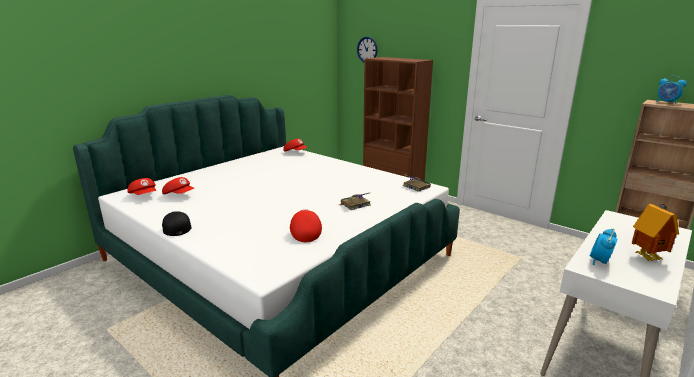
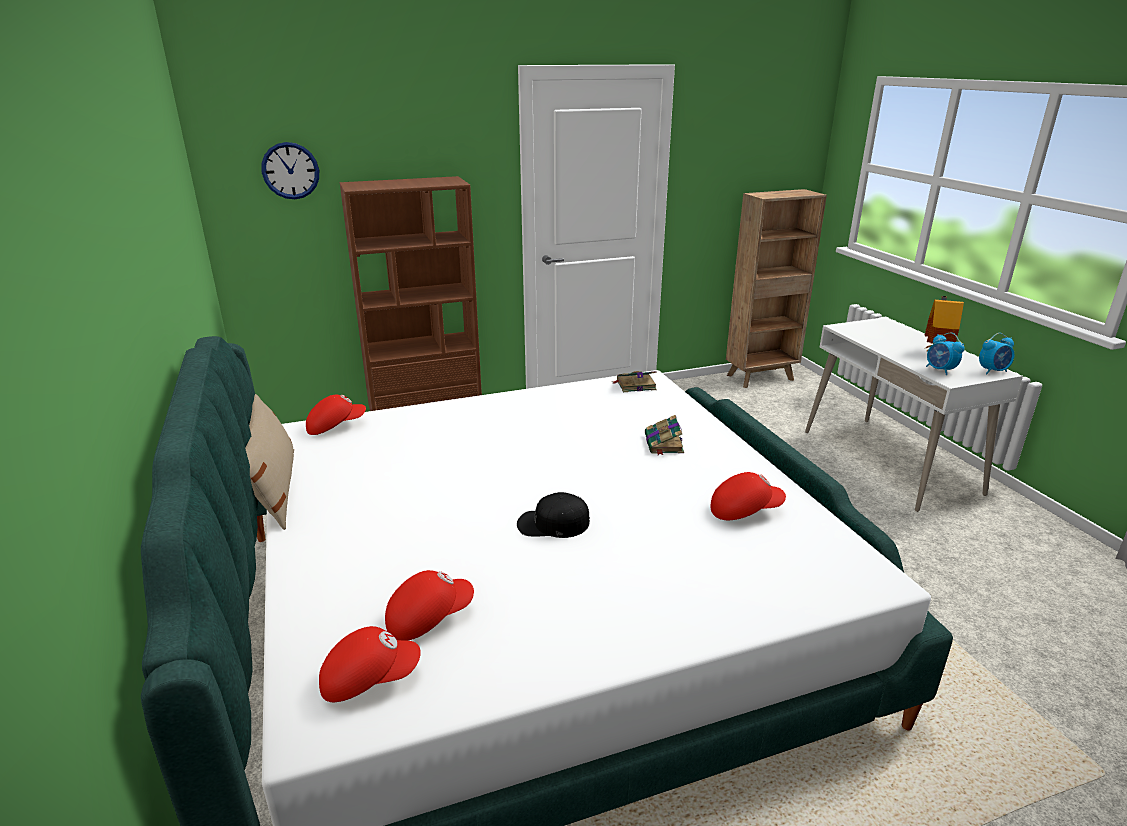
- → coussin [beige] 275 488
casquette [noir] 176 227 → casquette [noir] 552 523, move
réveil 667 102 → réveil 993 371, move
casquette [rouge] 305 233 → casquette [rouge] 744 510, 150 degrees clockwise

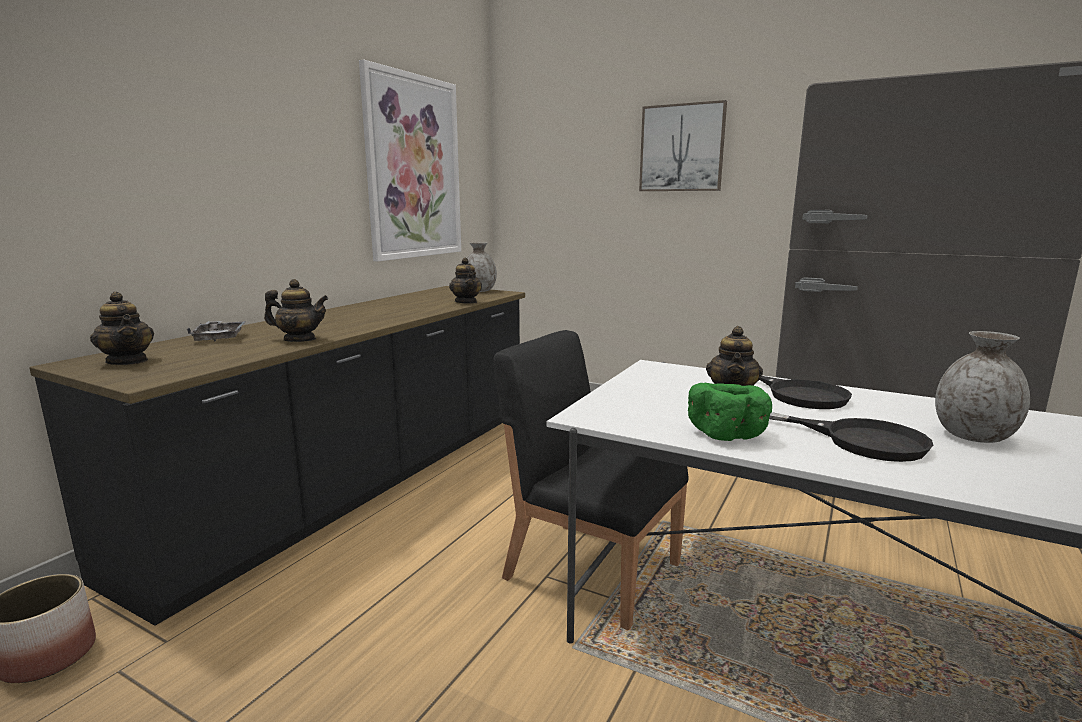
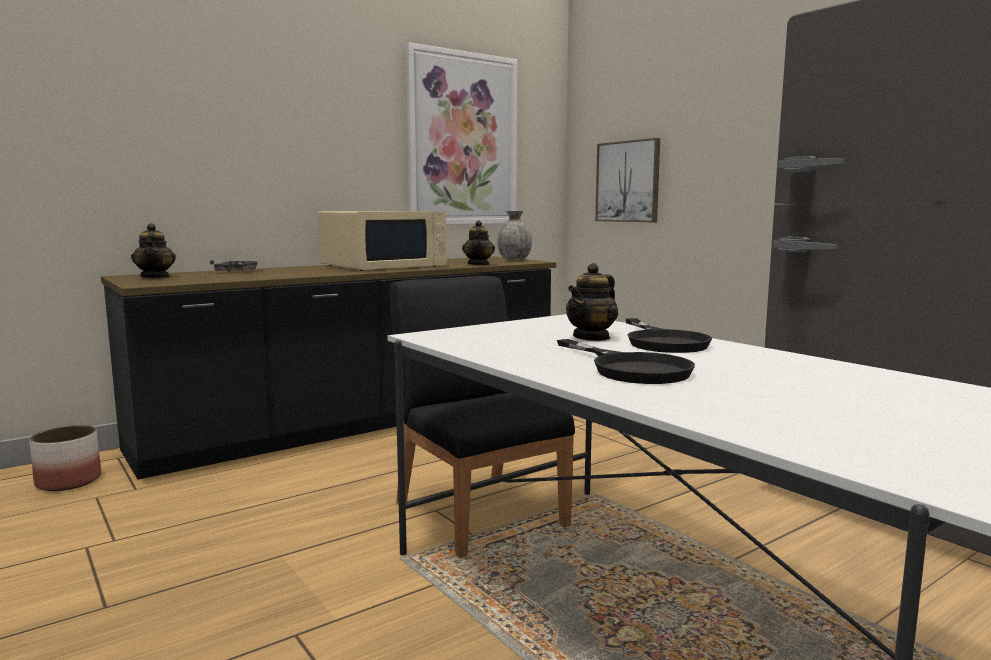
théière 300 340 → -
bol [vert] 727 434 → -
vase [gris] 973 437 → -
- → micro-ondes [beige] 384 266
tableau 682 148 → tableau 628 181, move

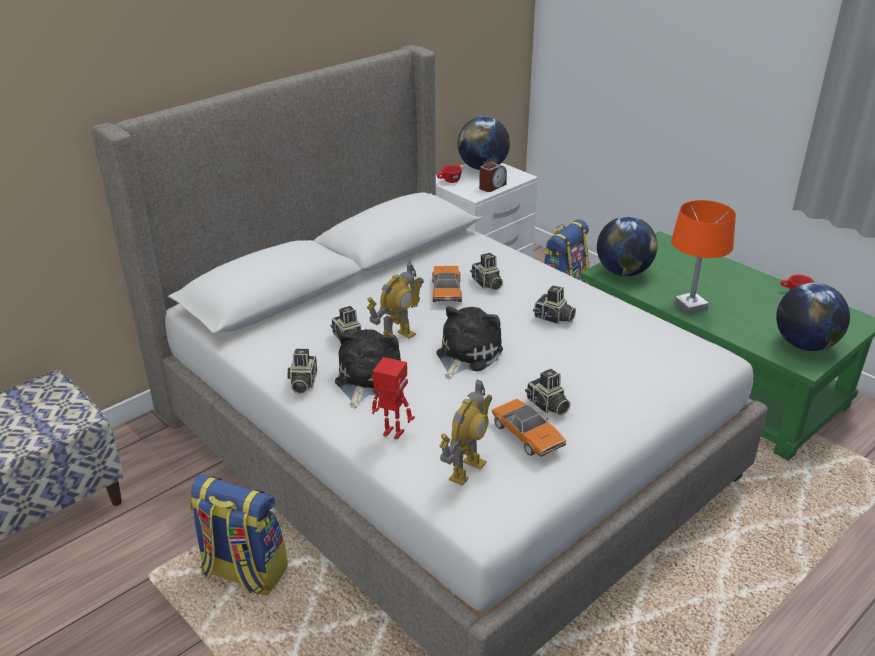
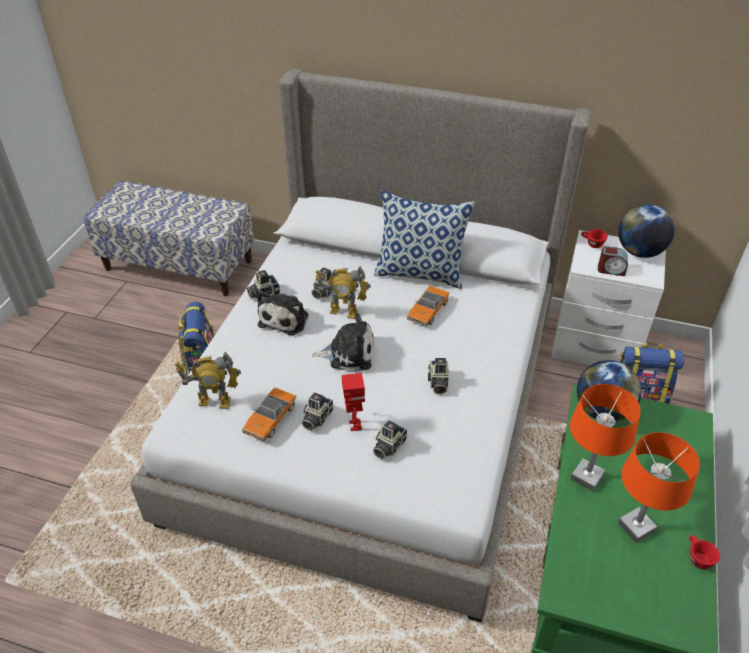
globe 804 345 → -
- → coussin 420 273
- → lampe de table [orange] 636 527
robot jouet 392 434 → robot jouet 354 425, move
appareil photo 486 284 → appareil photo 388 446, move
peluche 366 379 → peluche 285 318, 120 degrees clockwise
petite voiture 446 290 → petite voiture 428 311, 150 degrees clockwise

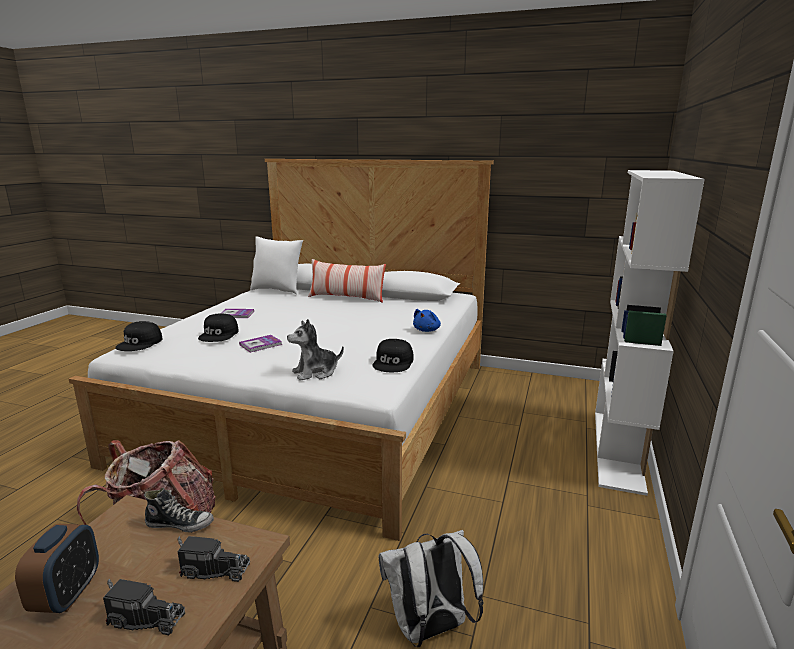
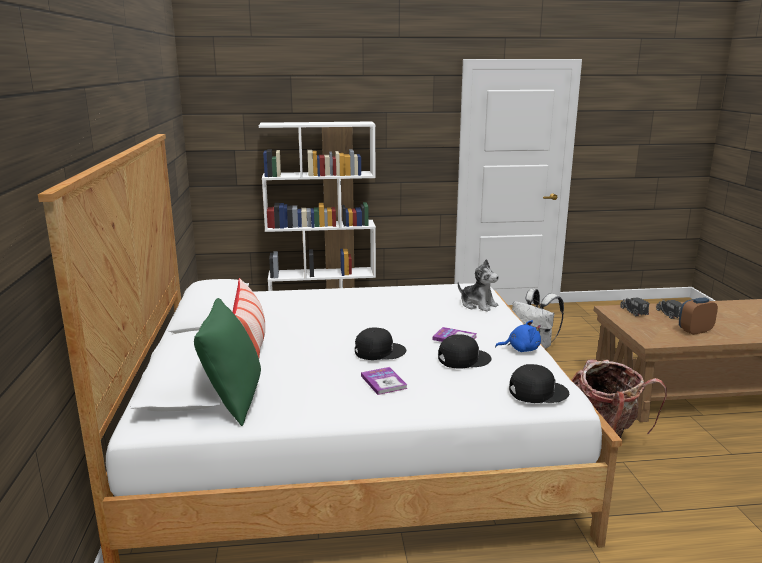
chaussure 180 524 → -
casquette [noir] 394 363 → casquette [noir] 379 351, move
peluche [bleu] 427 330 → peluche [bleu] 521 349, move
coussin [blanc] 277 290 → coussin [vert] 233 401

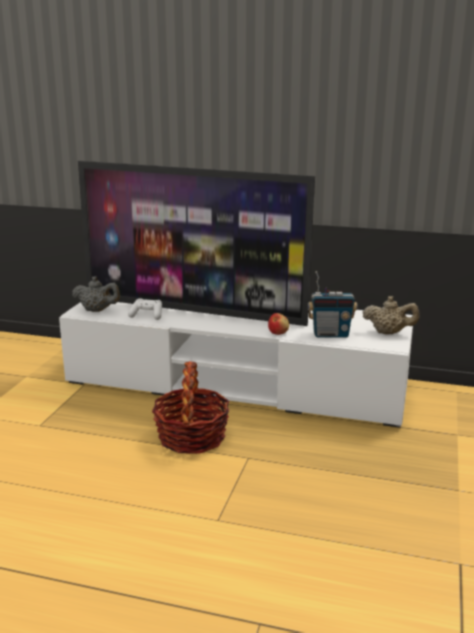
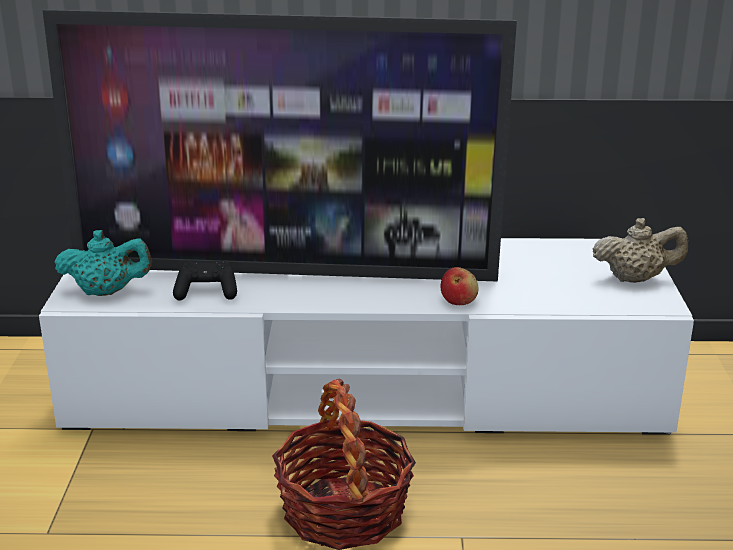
radio 330 334 → -
théière [gris] 97 310 → théière [turquoise] 107 292
manette [blanc] 147 315 → manette [noir] 206 292

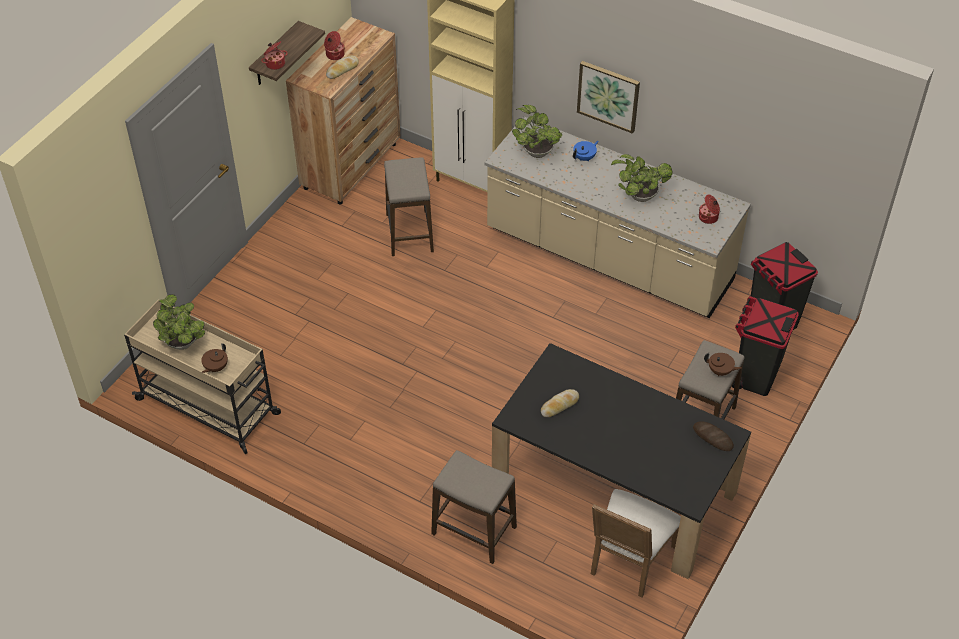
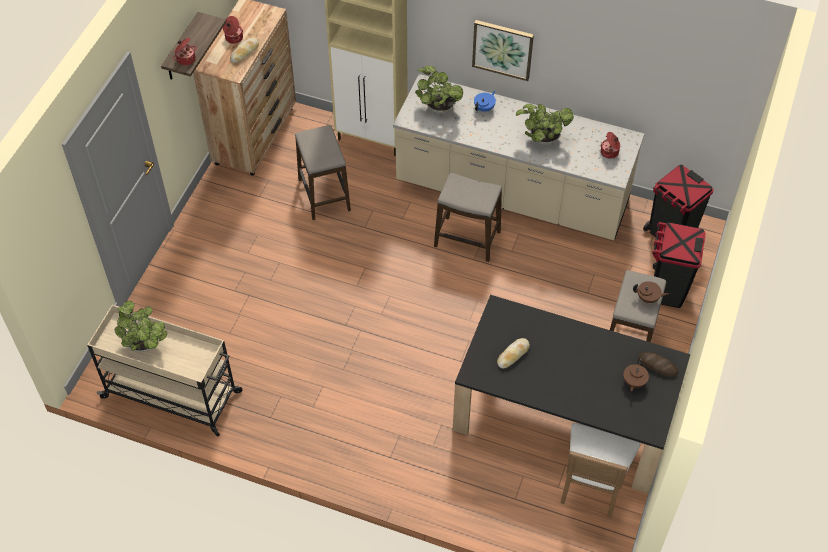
théière [marron] 215 367 → théière [marron] 633 382, move
tabouret 474 531 → tabouret 467 239, move

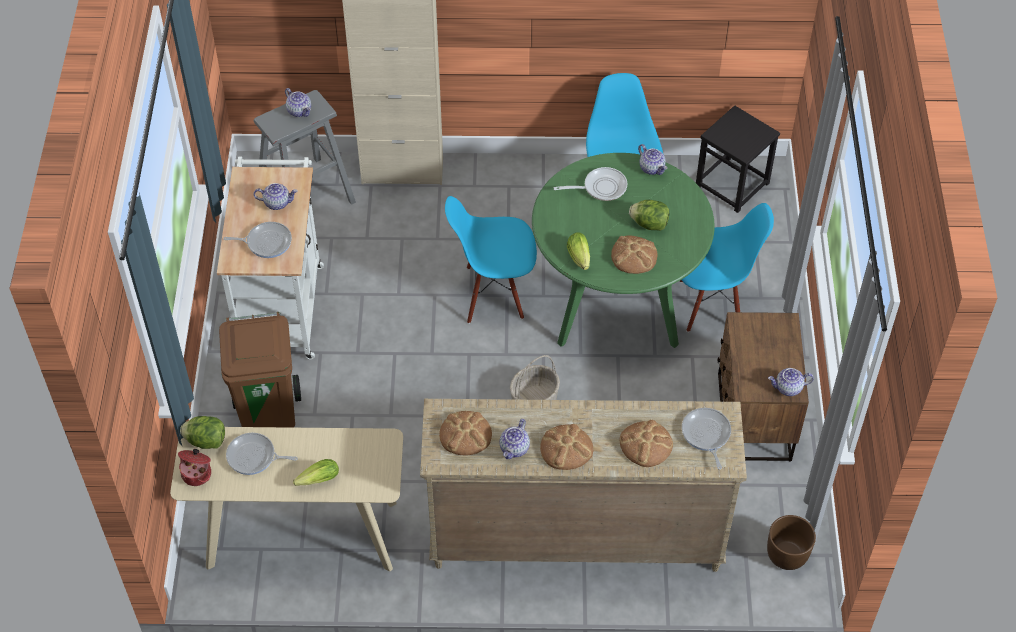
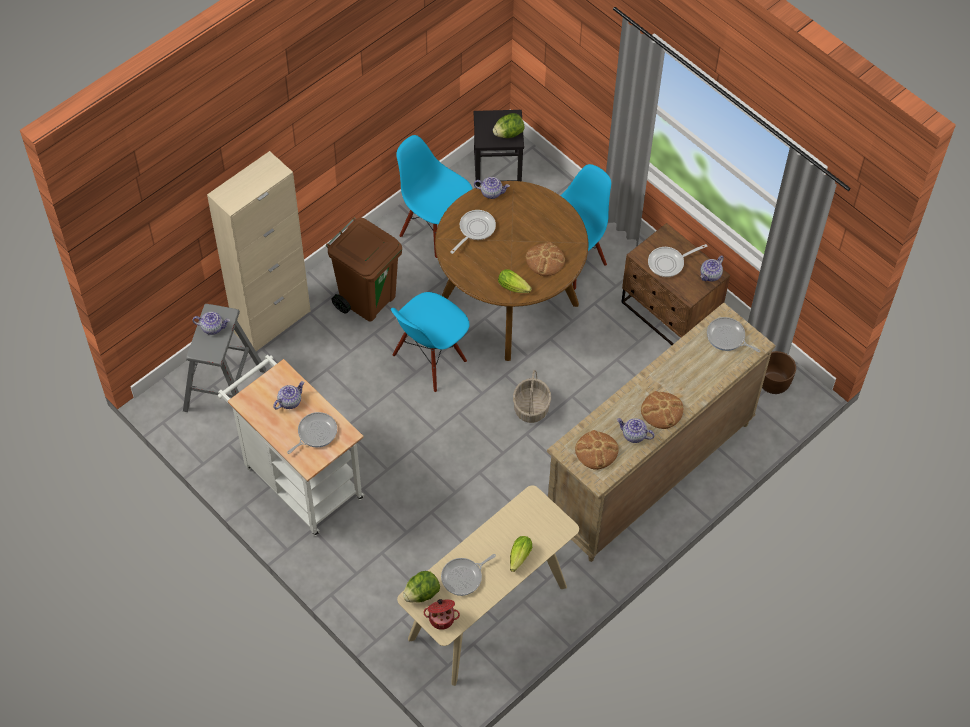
pain 645 444 → -
- → poêle 669 263
poubelle [marron] 269 412 → poubelle [marron] 368 299, move
laitue 649 224 → laitue 509 133, move
table à manger [vert] 616 298 → table à manger [marron] 509 302
théière 514 448 → théière 633 435, 135 degrees clockwise

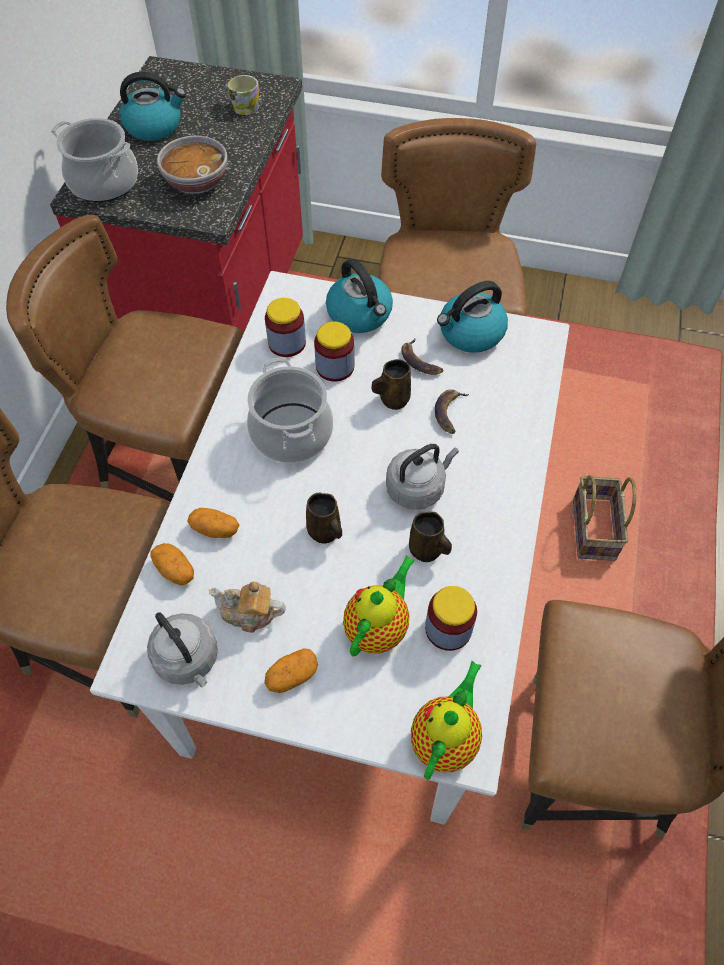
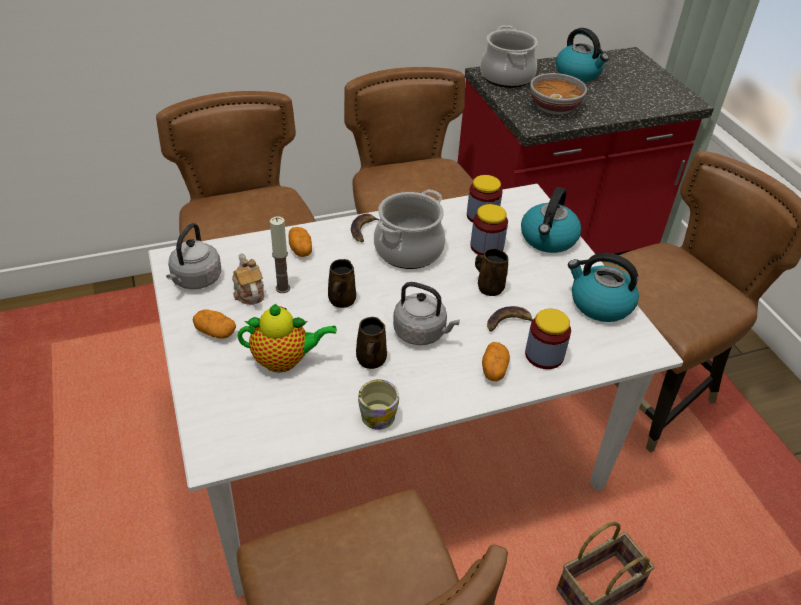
théière 445 738 → -
- → bougie 282 288
pomme de terre 175 570 → pomme de terre 494 369, move
mug 242 107 → mug 377 412, move
banane 420 361 → banane 364 230, move
bocal 448 629 → bocal 544 355, move

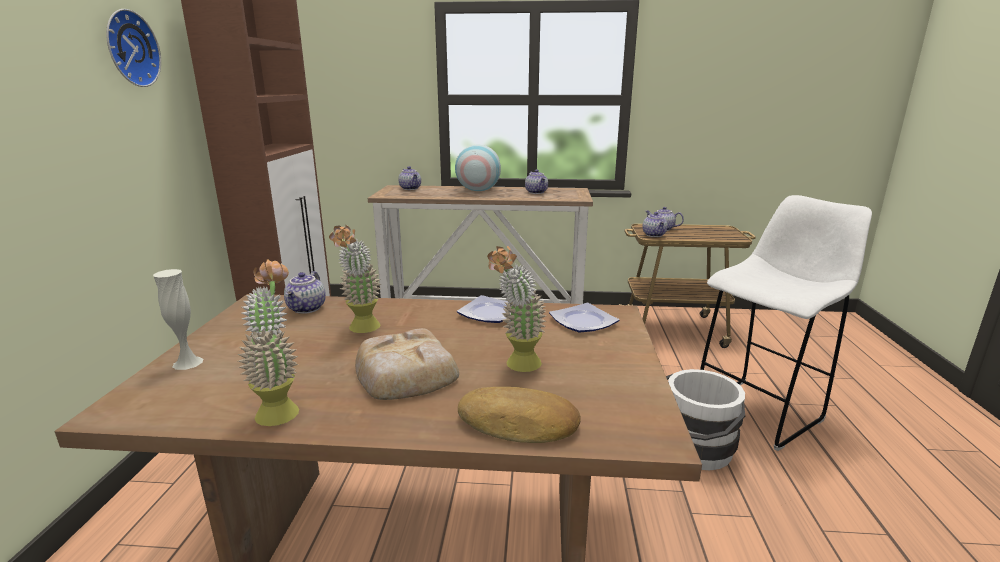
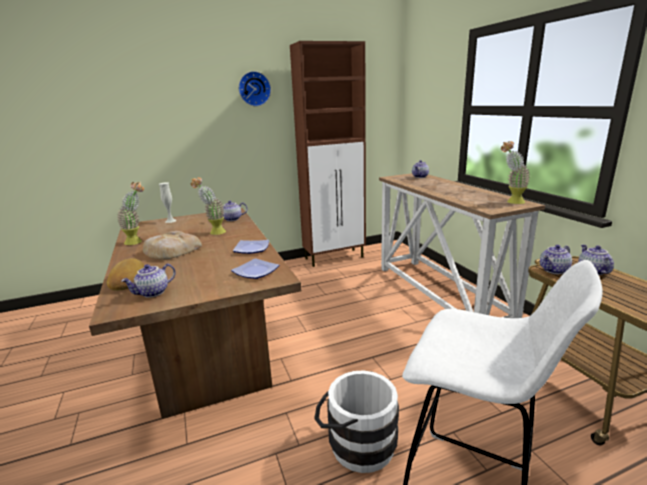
vase 478 190 → -
plante en pot 517 366 → plante en pot 511 201, move
théière 537 192 → théière 153 293, move

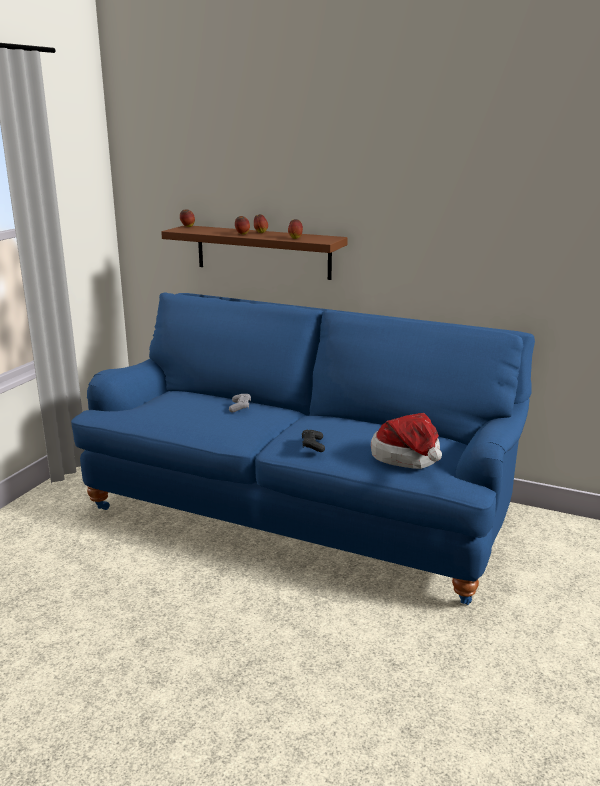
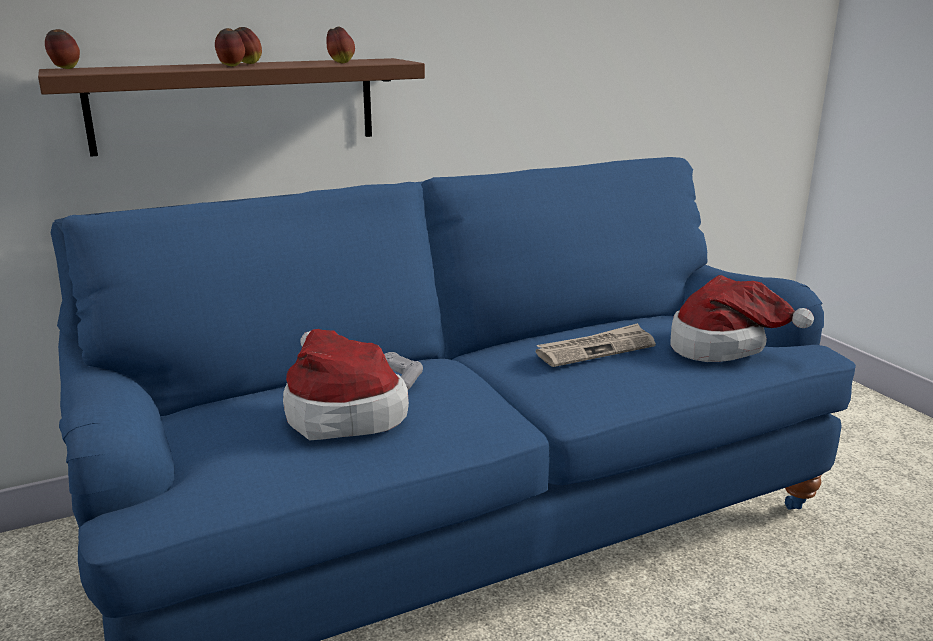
manette [noir] 313 445 → -
- → chapeau 341 412
- → journal 595 349

